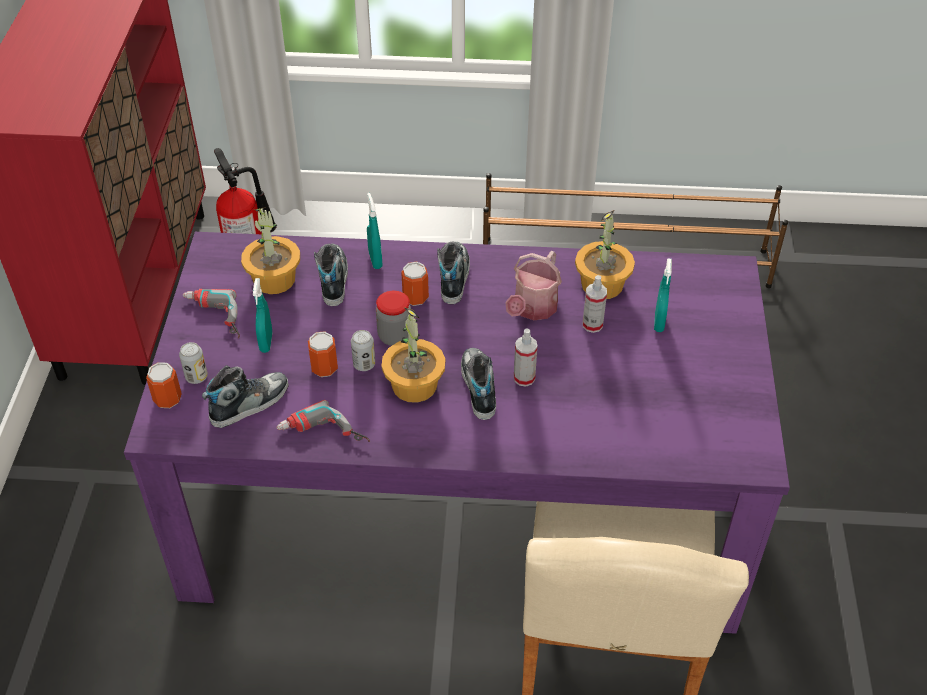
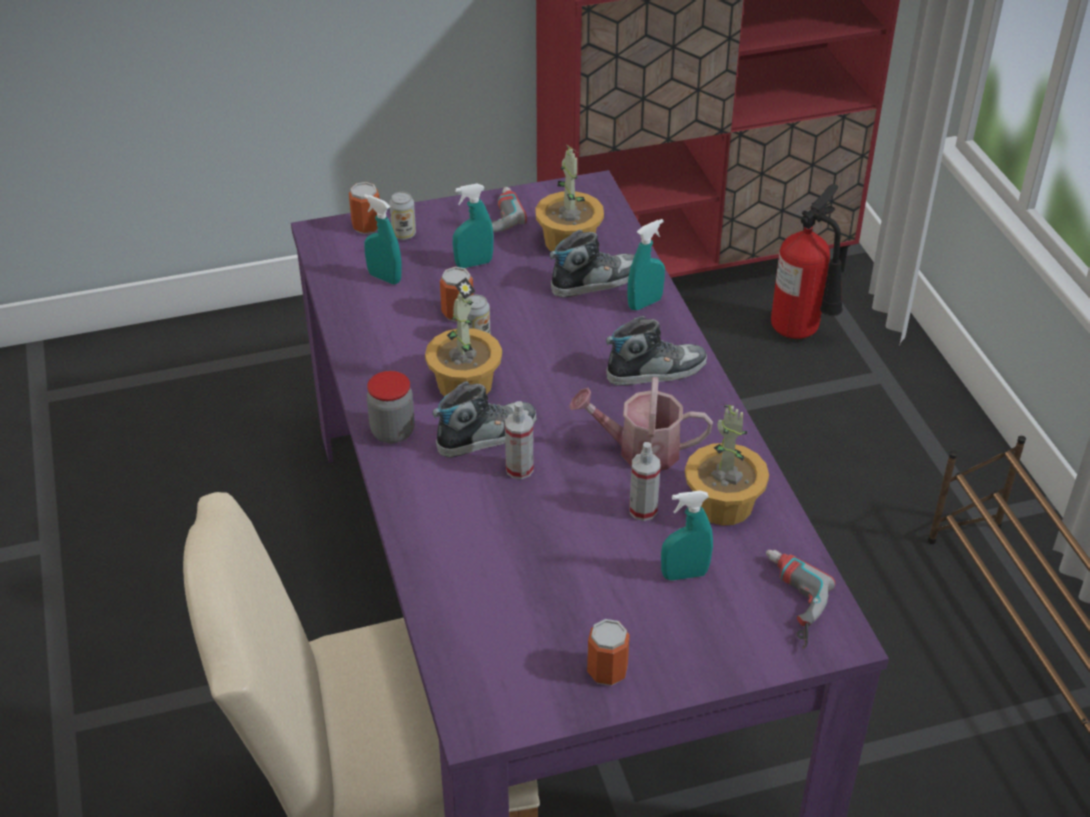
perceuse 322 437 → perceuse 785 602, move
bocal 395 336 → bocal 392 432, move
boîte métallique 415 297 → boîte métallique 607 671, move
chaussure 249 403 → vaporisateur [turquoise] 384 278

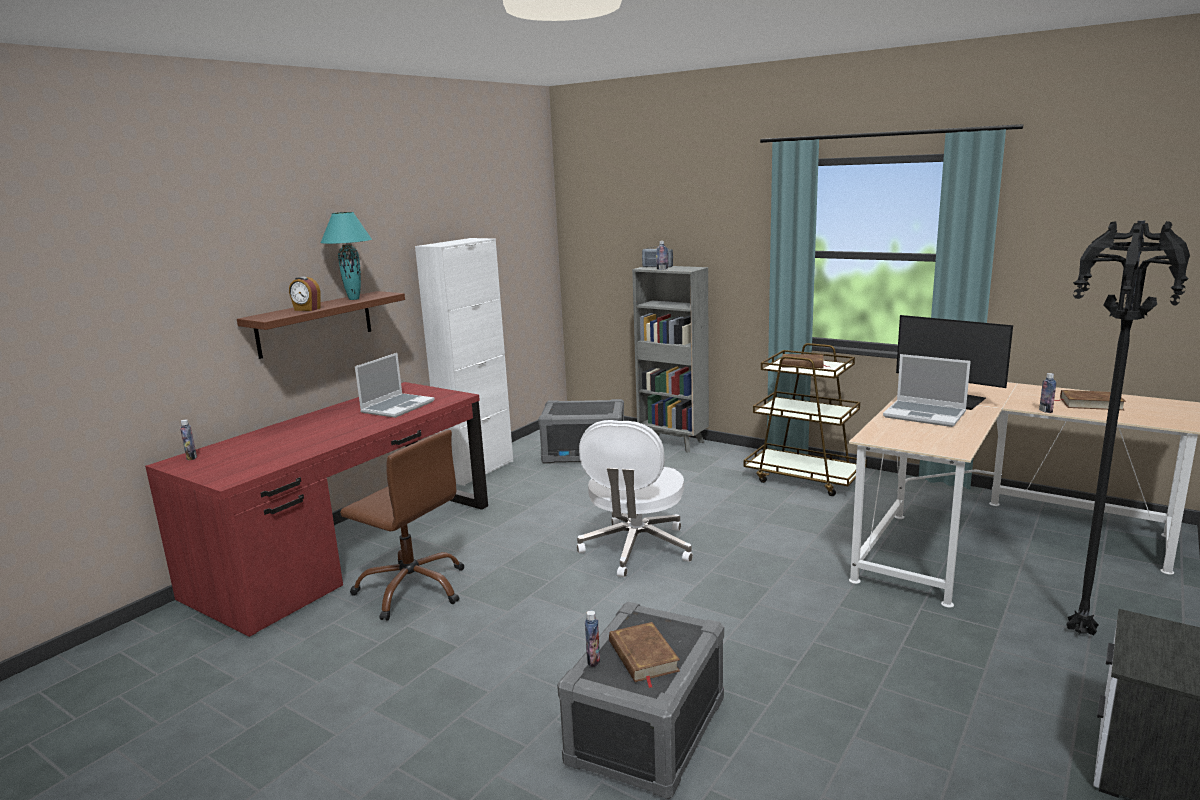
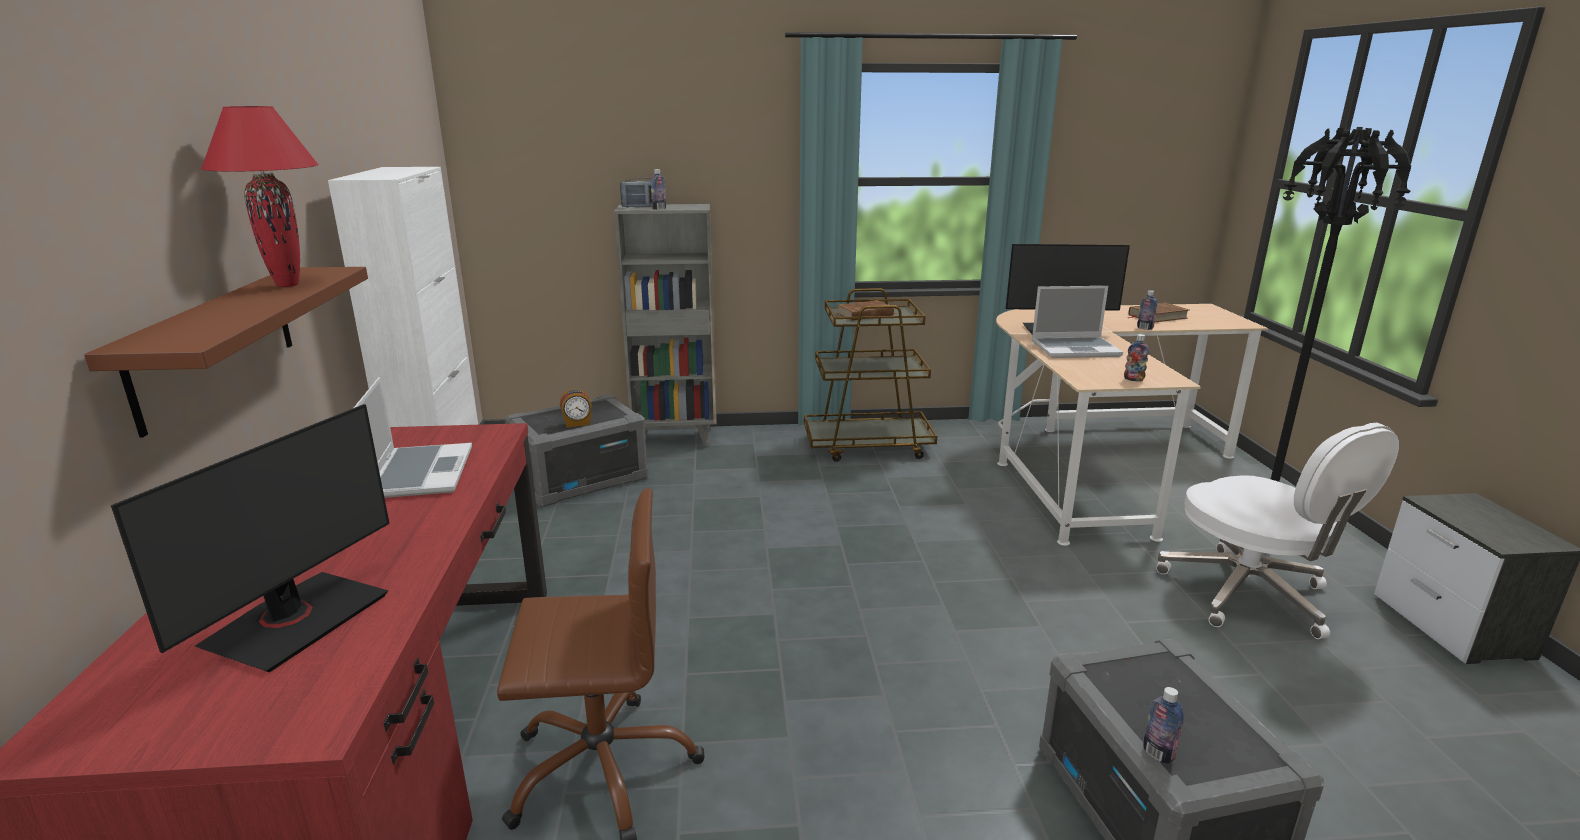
livre [marron] 643 657 → -
- → écran d'ordinateur 295 620
bouteille 191 458 → bouteille 1133 379, move
réveil 307 309 → réveil 577 423, move
chaise de bureau [blanc] 636 549 → chaise de bureau [blanc] 1249 595, move
lampe de table [turquoise] 354 299 → lampe de table [rouge] 289 285

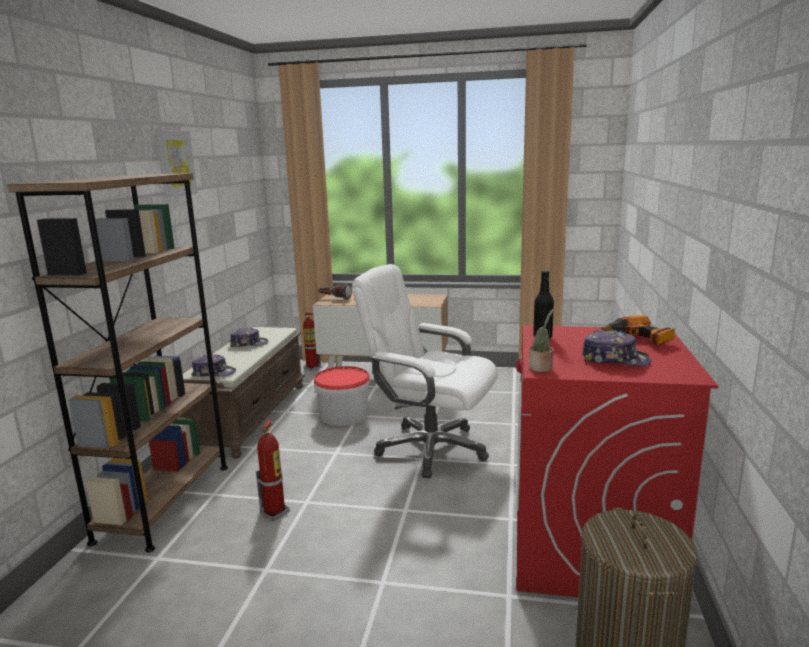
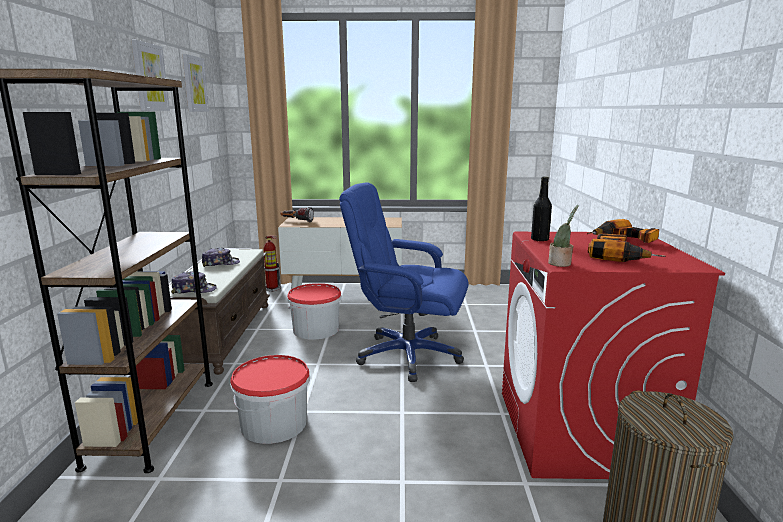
- → tableau 194 84
extincteur 275 512 → seau 274 423
casquette 615 360 → perceuse 619 255
chaise de bureau [blanc] 430 449 → chaise de bureau [bleu] 407 355

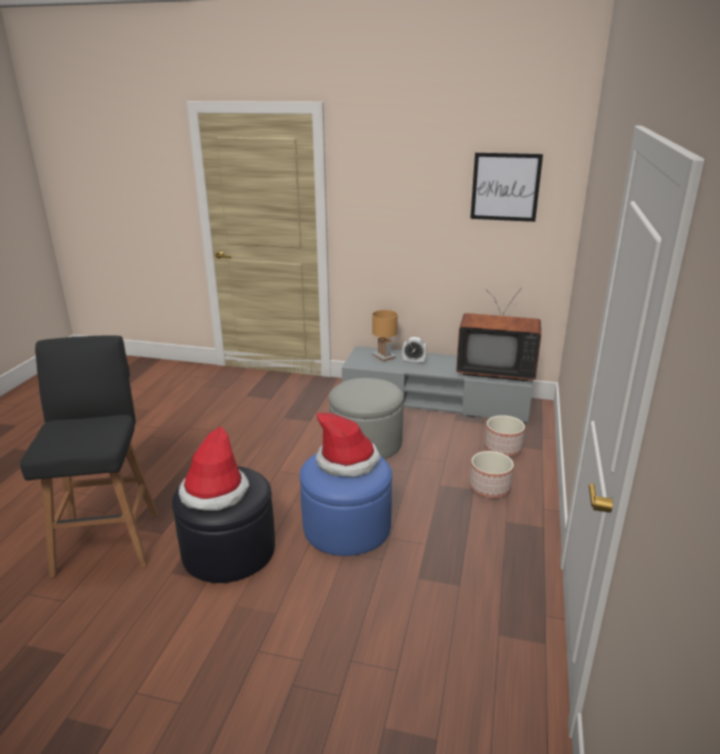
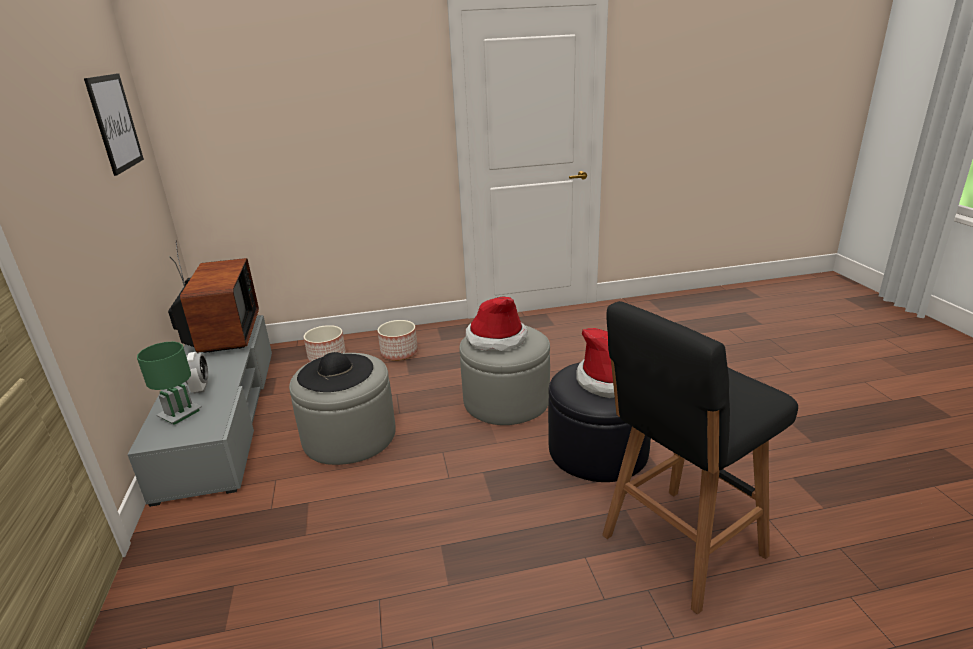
- → chapeau [noir] 335 372
pouf [bleu] 346 526 → pouf [gris] 506 401
lampe de table [marron] 384 356 → lampe de table [vert] 180 414

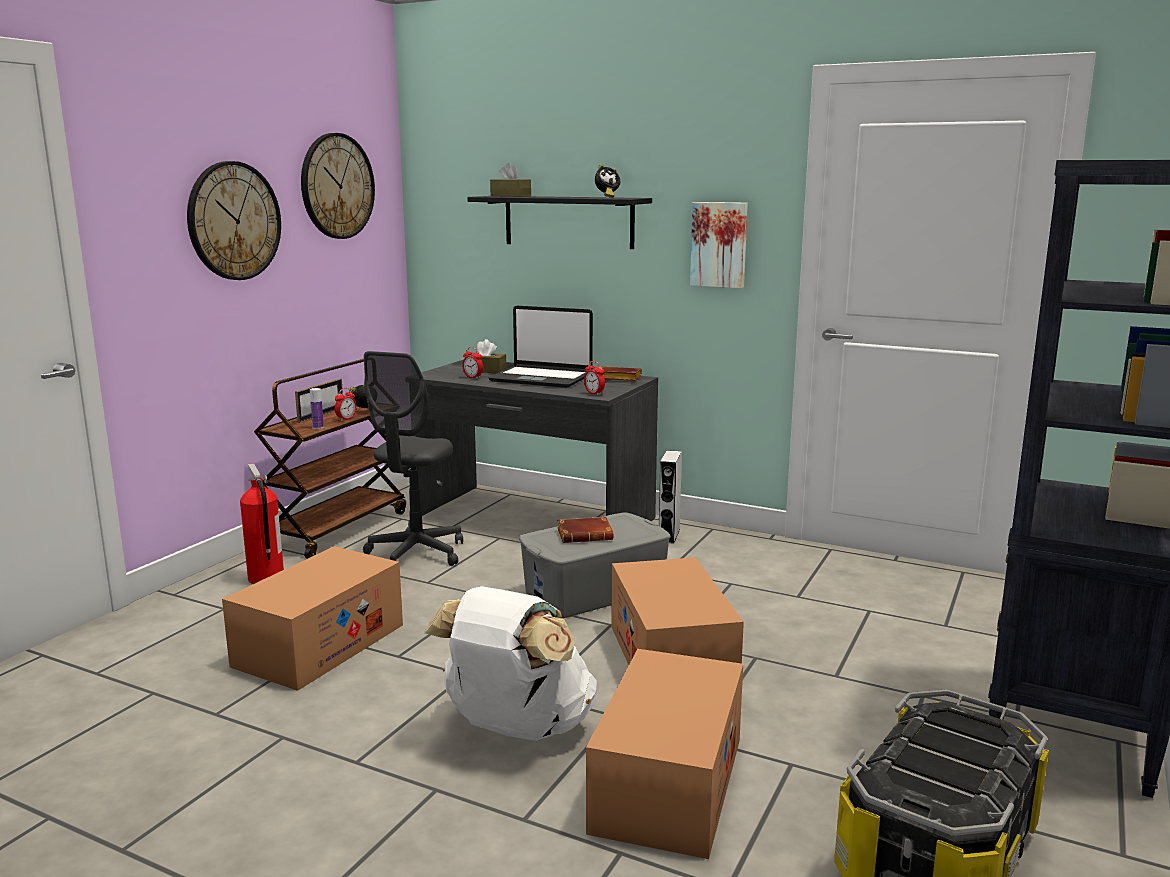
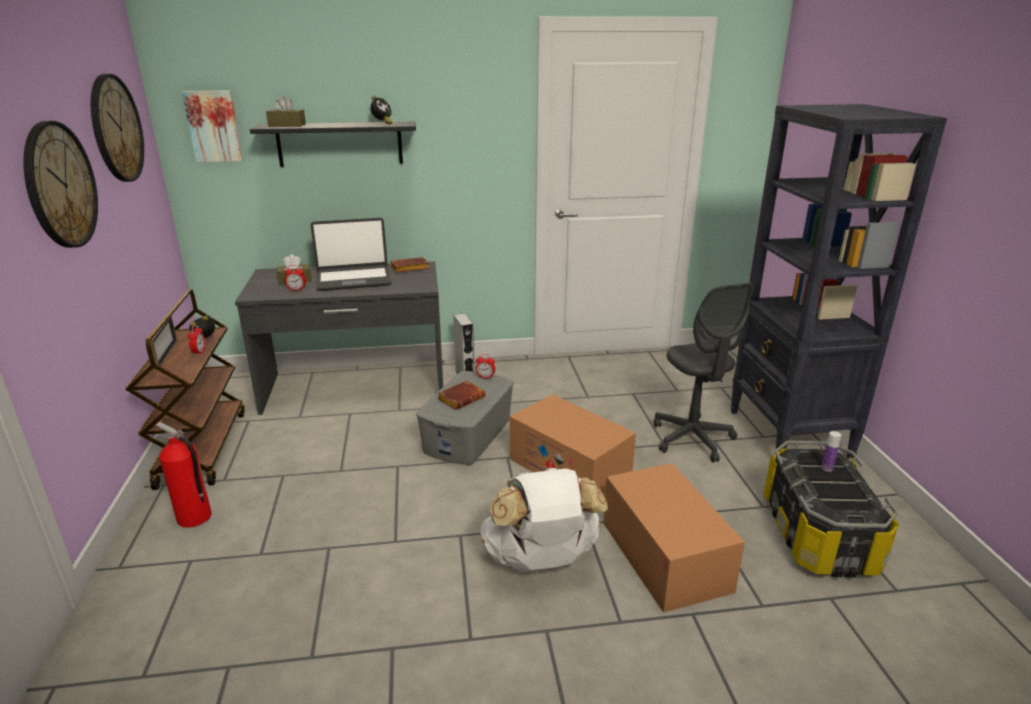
carton 319 645 → -
bouteille 318 427 → bouteille 827 468, move
chaise de bureau [gris] 416 554 → chaise de bureau [gris] 692 439, move
réveil 594 393 → réveil 485 377, move
tableau 719 244 → tableau 214 126, move

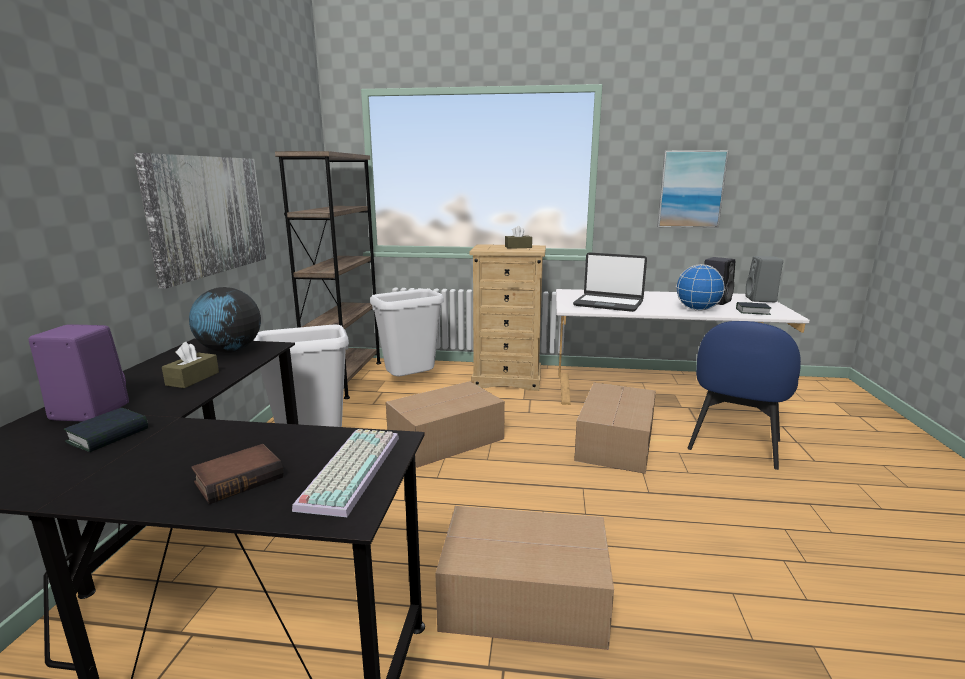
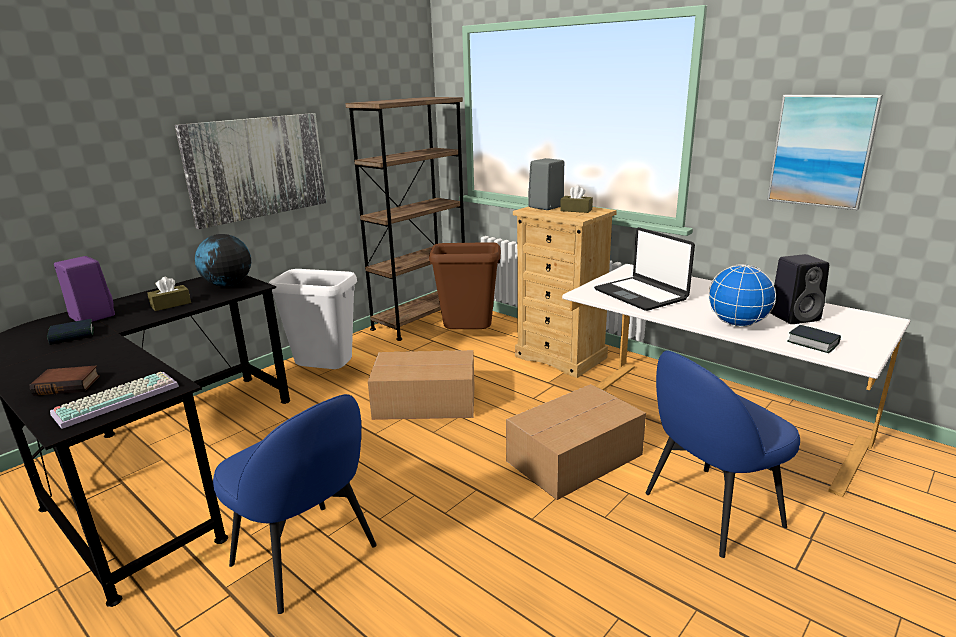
enceinte [gris] 761 300 → enceinte [gris] 545 207, move
carton 526 599 → chaise [bleu] 306 557
poubelle [blanc] 410 382 → poubelle [marron] 468 336

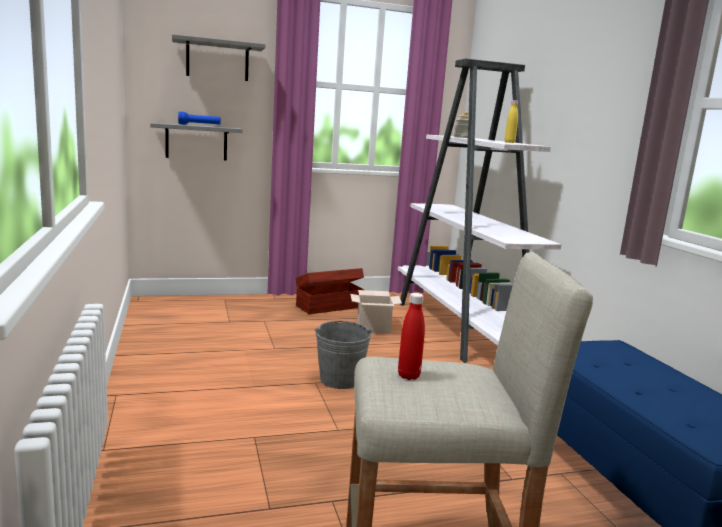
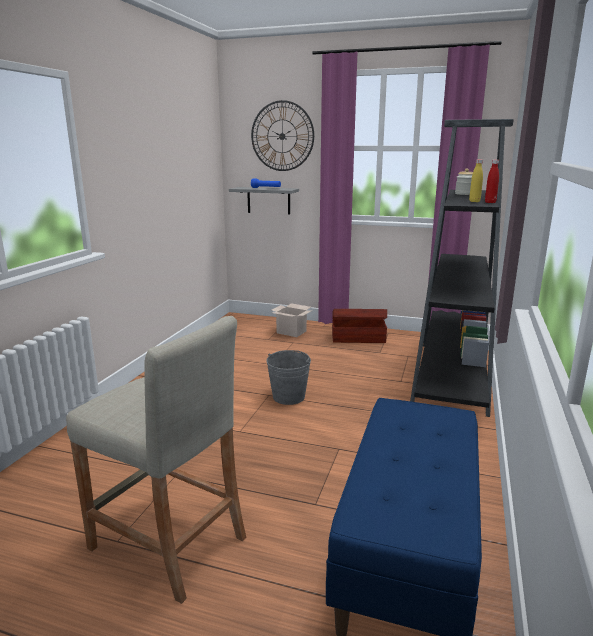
carton 374 328 → carton 292 332, move
bouteille [rouge] 408 376 → bouteille [rouge] 490 202, move
étagère [gris] 217 60 → horloge murale 282 136
bibliothèque [blanc] 461 329 → bibliothèque [noir] 452 376

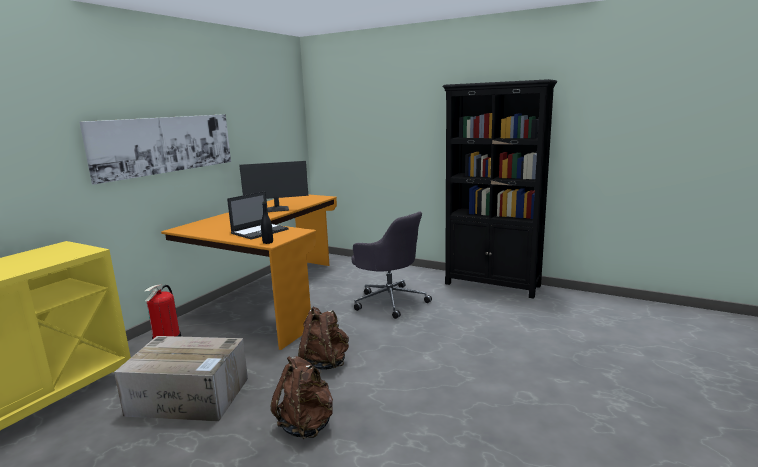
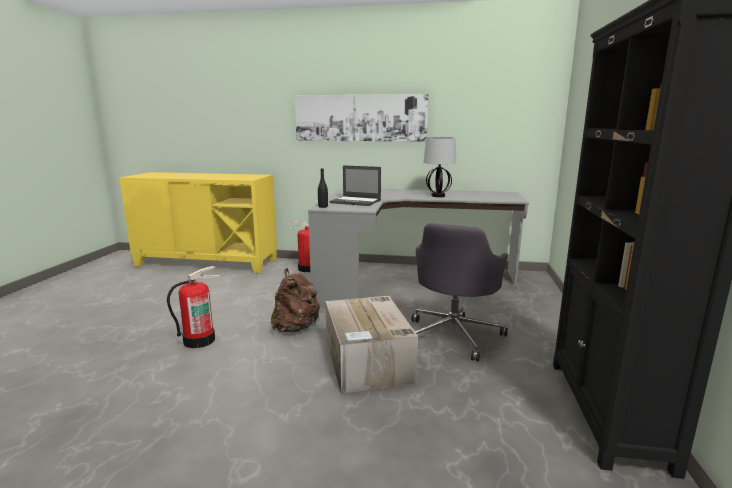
carton 190 396 → carton 368 361, move
écran d'ordinateur 277 209 → lampe de table 438 196
sac à dos [marron] 306 424 → extincteur 199 340
bureau [orange] 270 298 → bureau [gris] 407 279

